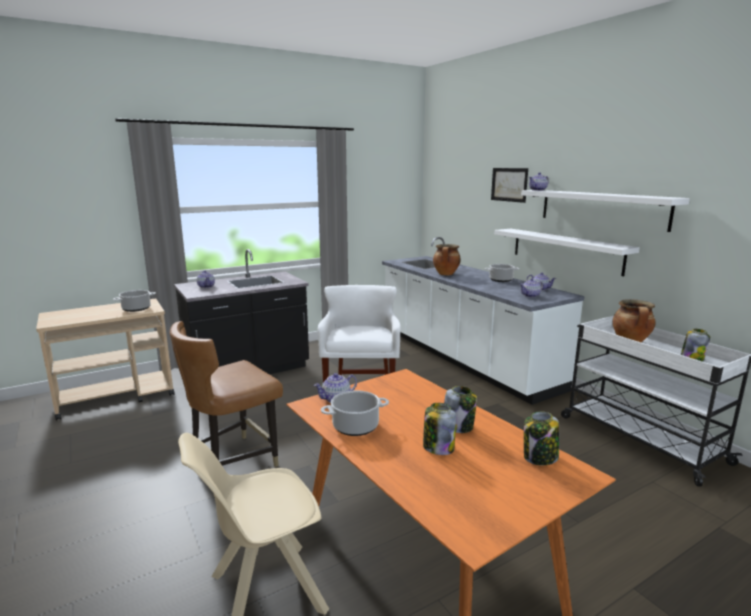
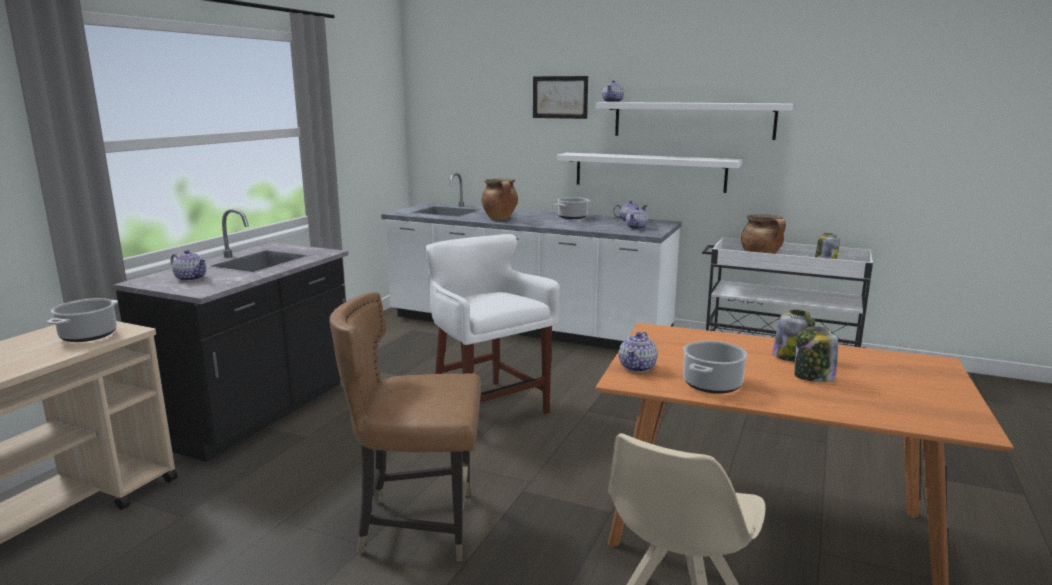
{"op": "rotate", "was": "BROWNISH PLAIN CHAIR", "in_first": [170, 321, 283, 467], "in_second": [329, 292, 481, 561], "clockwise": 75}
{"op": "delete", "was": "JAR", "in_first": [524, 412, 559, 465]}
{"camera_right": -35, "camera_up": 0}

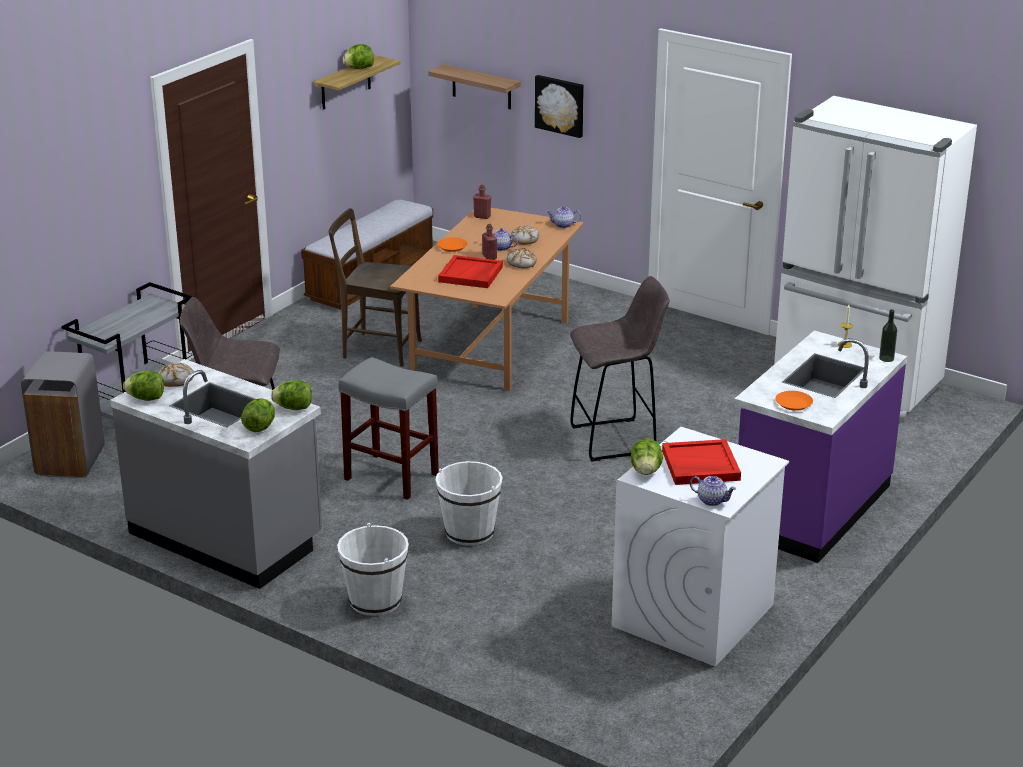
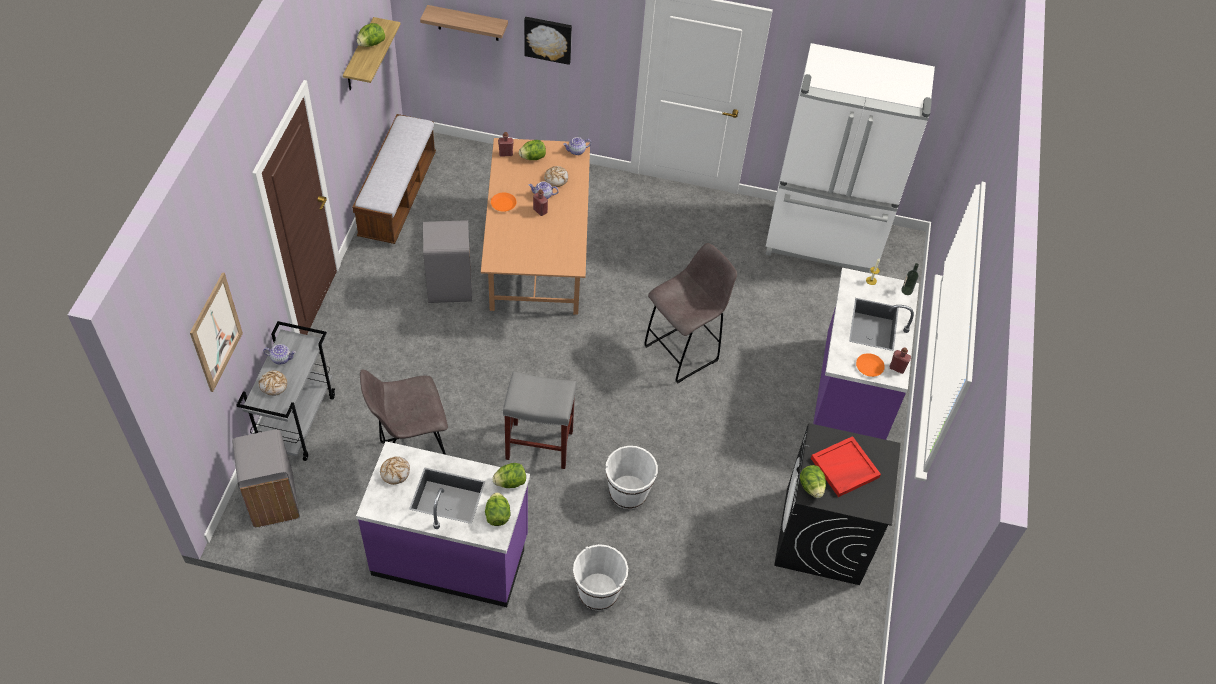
{"op": "insert", "now": "WALL ART", "in_second": [190, 272, 243, 392]}
{"op": "move", "was": "BAKED BREAD", "in_first": [507, 248, 537, 268], "in_second": [259, 370, 287, 396]}
{"op": "move", "was": "POT FOR TEA", "in_first": [690, 476, 736, 506], "in_second": [263, 344, 296, 365]}
{"op": "recolor", "was": "GREYISH COUNTER", "now": "PURPLE-COLOURED COUNTER", "in_first": [110, 359, 322, 589], "in_second": [356, 441, 530, 607]}
{"op": "replace", "was": "BROWNISH PLAIN CHAIR", "now": "GREYISH RUBBISH BIN", "in_first": [329, 208, 422, 367], "in_second": [423, 220, 472, 303]}
{"op": "move", "was": "HEAD OF LETTUCE", "in_first": [123, 371, 164, 401], "in_second": [519, 140, 546, 160]}
{"op": "recolor", "was": "WHITE LAUNDRY APPLIANCE", "now": "BLACK LAUNDRY APPLIANCE", "in_first": [612, 427, 789, 667], "in_second": [774, 423, 901, 585]}
{"op": "insert", "now": "RED BEVERAGE BOTTLE", "in_second": [889, 347, 911, 374]}
{"op": "delete", "was": "RED TRAY", "in_first": [438, 255, 503, 288]}
{"camera_right": -25, "camera_up": 25}

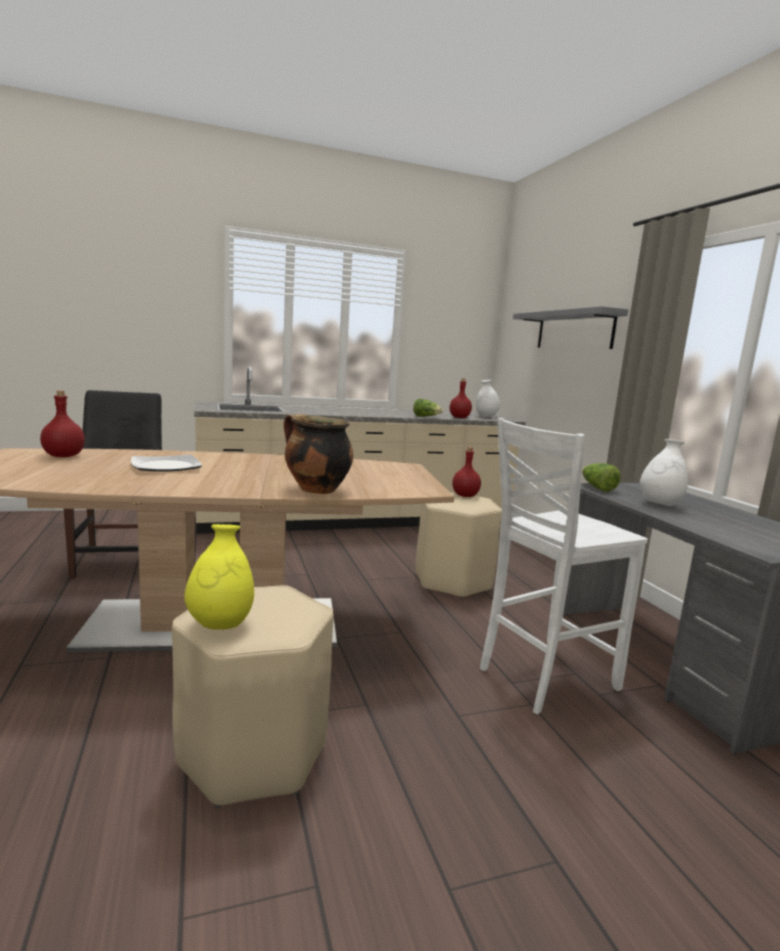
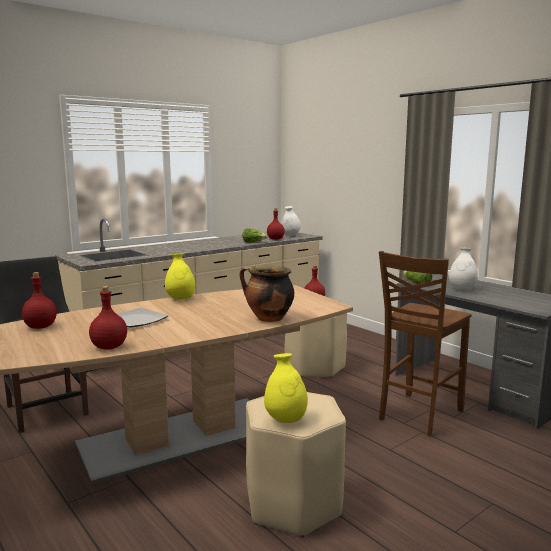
{"op": "insert", "now": "RED BEVERAGE BOTTLE", "in_second": [89, 286, 127, 350]}
{"op": "insert", "now": "YELLOW-COLOURED VASE", "in_second": [165, 253, 195, 300]}
{"op": "recolor", "was": "WHITE PLAIN CHAIR", "now": "BROWNISH PLAIN CHAIR", "in_first": [480, 418, 648, 714], "in_second": [379, 251, 472, 437]}
{"op": "delete", "was": "GREYISH BRACKET SHELF", "in_first": [513, 306, 628, 349]}
{"camera_right": -20, "camera_up": 0}

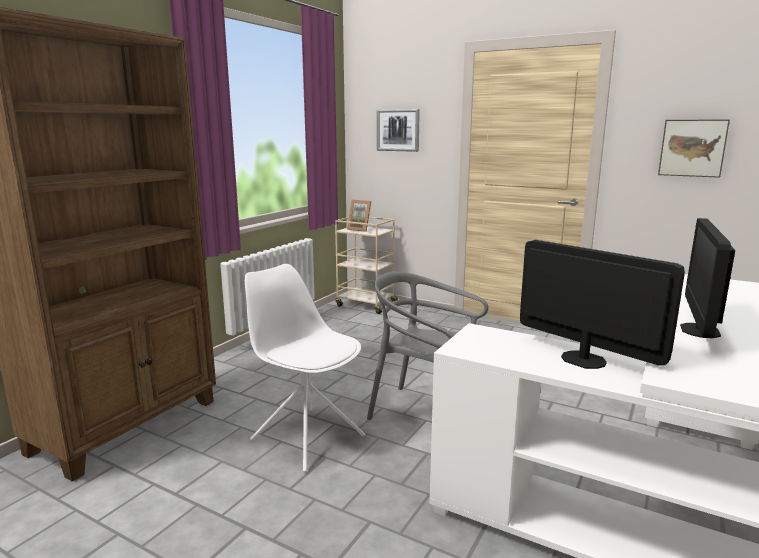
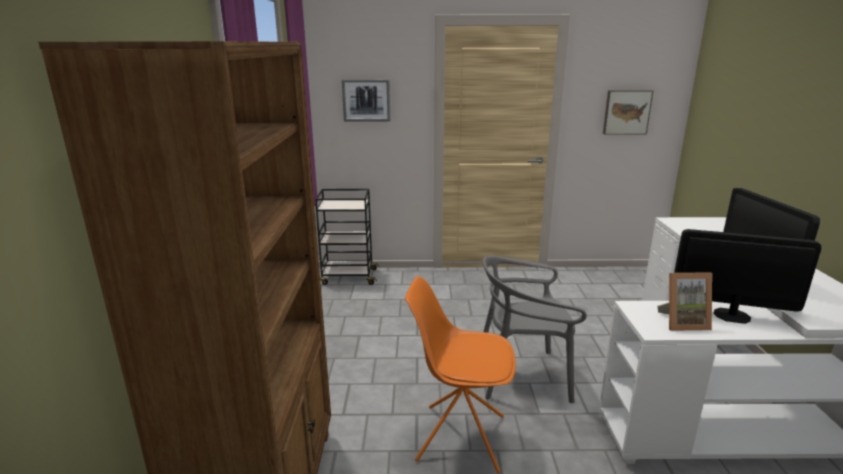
{"op": "recolor", "was": "BEIGE-COLOURED TROLLEY", "now": "BLACK TROLLEY", "in_first": [335, 217, 400, 314], "in_second": [315, 189, 379, 285]}
{"op": "recolor", "was": "WHITE PLAIN CHAIR", "now": "ORANGE PLAIN CHAIR", "in_first": [245, 264, 365, 472], "in_second": [405, 276, 516, 473]}
{"op": "move", "was": "PHOTO FRAME", "in_first": [347, 200, 371, 232], "in_second": [657, 272, 712, 331]}
{"camera_right": -30, "camera_up": 5}

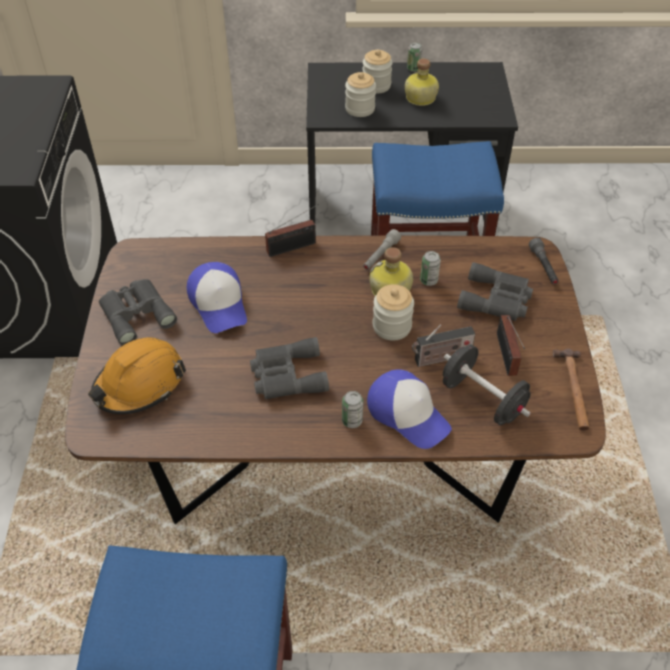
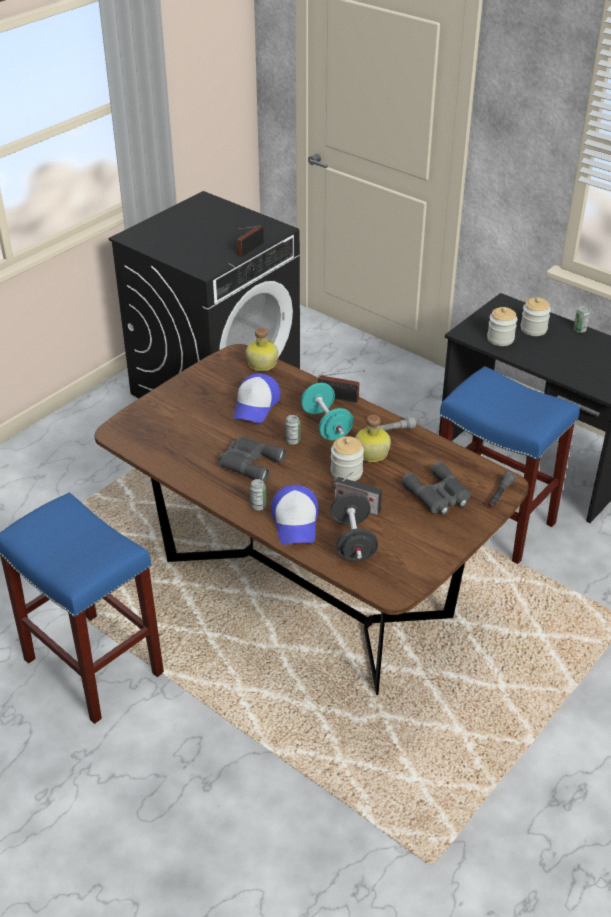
{"op": "move", "was": "RADIO RECEIVER", "in_first": [497, 315, 525, 376], "in_second": [237, 225, 264, 257]}
{"op": "move", "was": "BEVERAGE BOTTLE", "in_first": [405, 59, 439, 106], "in_second": [246, 328, 278, 371]}
{"op": "move", "was": "CAN", "in_first": [420, 251, 441, 286], "in_second": [285, 415, 300, 445]}
{"op": "insert", "now": "BLUE-GREEN DUMBBELL", "in_second": [301, 383, 354, 440]}
{"op": "delete", "was": "ORANGE WORK HELMET", "in_first": [88, 337, 186, 414]}
{"op": "delete", "was": "GREYISH BINOCULARS", "in_first": [99, 279, 177, 346]}
{"op": "delete", "was": "HAMMER", "in_first": [553, 348, 589, 431]}
{"camera_right": 40, "camera_up": -10}

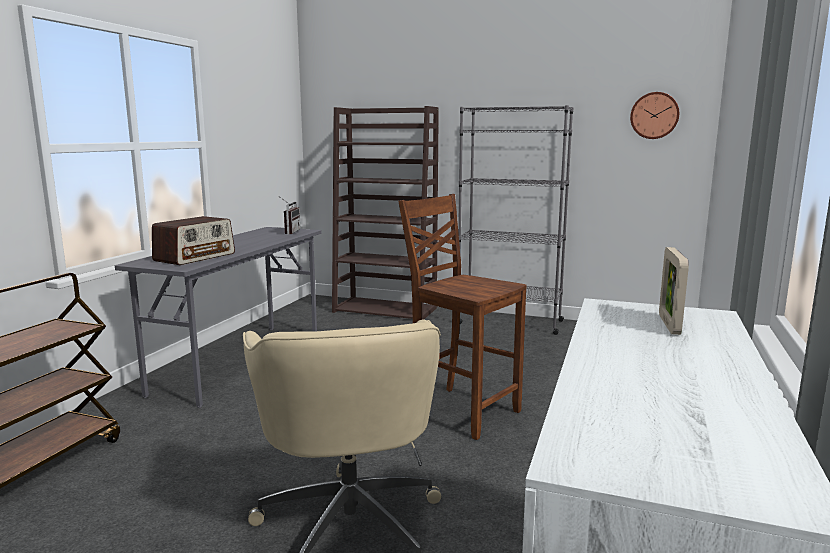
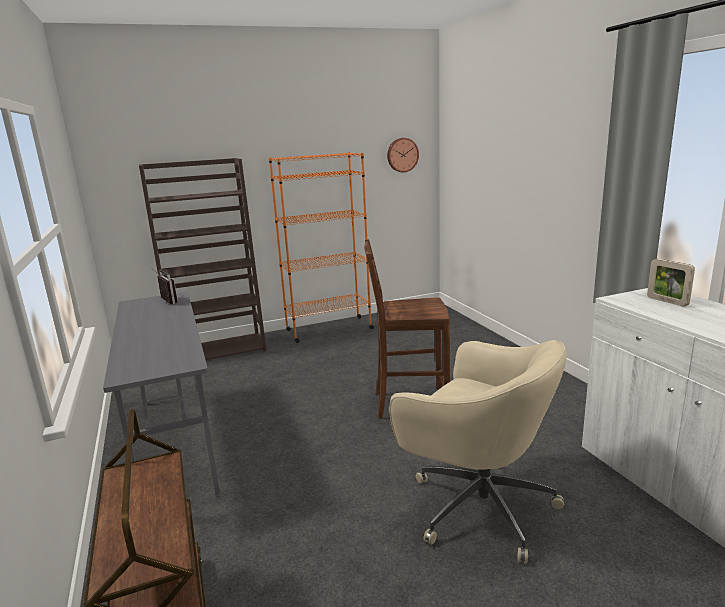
{"op": "recolor", "was": "GREYISH BOOKSHELF", "now": "ORANGE BOOKSHELF", "in_first": [458, 105, 573, 335], "in_second": [269, 152, 374, 343]}
{"op": "delete", "was": "RADIO RECEIVER", "in_first": [152, 216, 235, 265]}
{"camera_right": -40, "camera_up": 5}

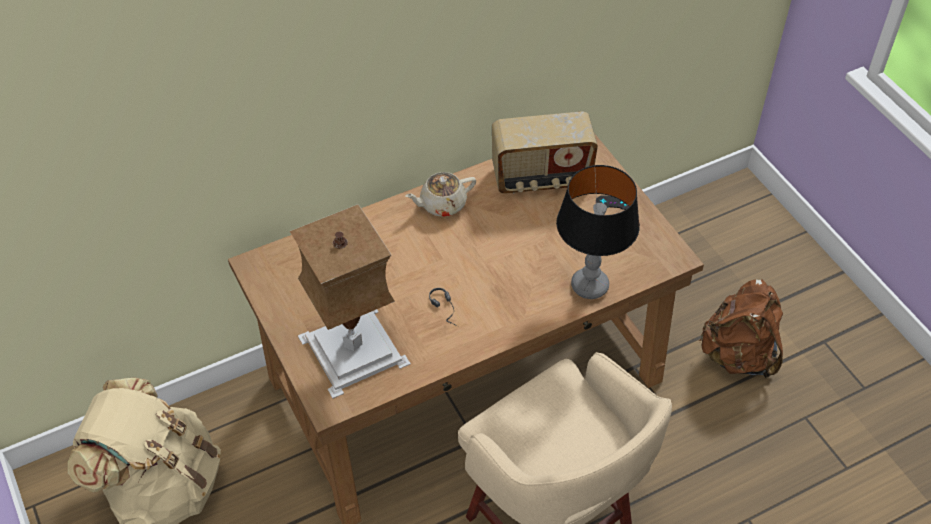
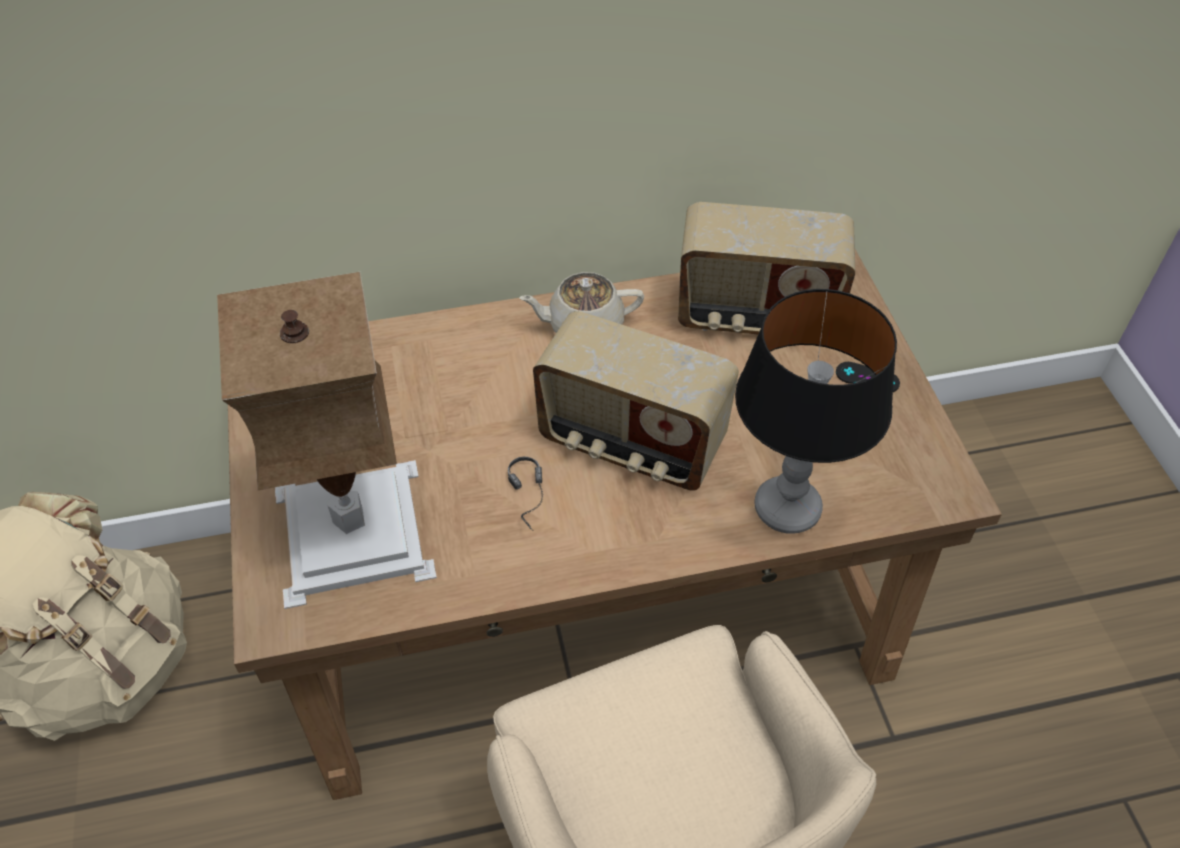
{"op": "insert", "now": "RADIO RECEIVER", "in_second": [533, 311, 739, 491]}
{"op": "delete", "was": "BROWNISH RUCKSACK", "in_first": [699, 279, 783, 378]}
{"camera_right": 15, "camera_up": 0}

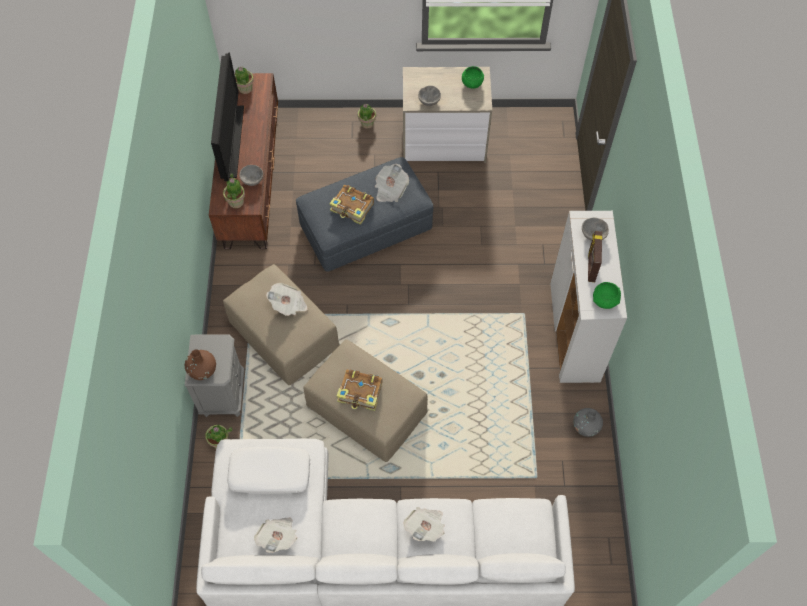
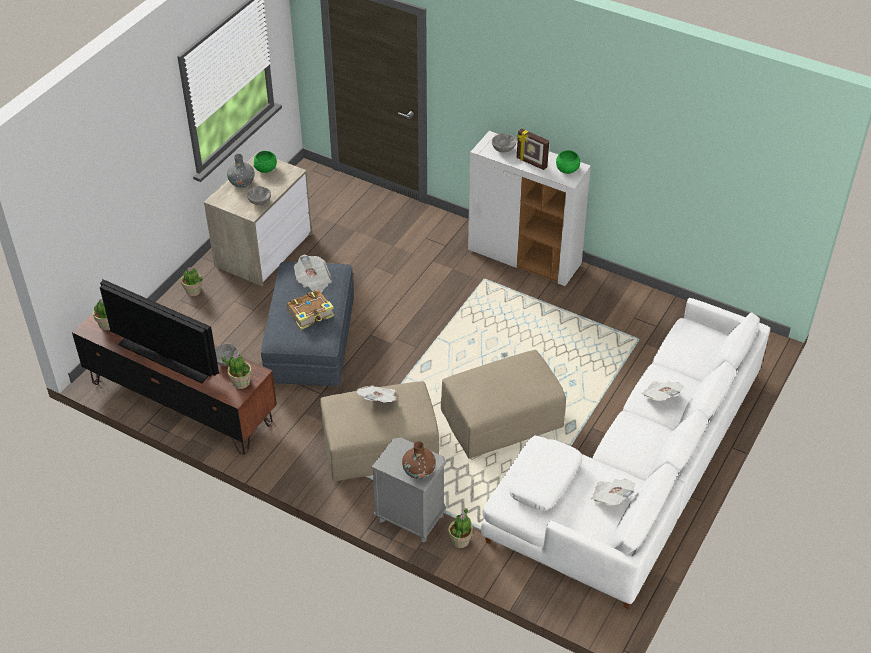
{"op": "move", "was": "GREYISH VASE", "in_first": [573, 408, 603, 437], "in_second": [227, 154, 254, 188]}
{"op": "delete", "was": "BOOK", "in_first": [337, 369, 382, 411]}
{"camera_right": -60, "camera_up": -15}

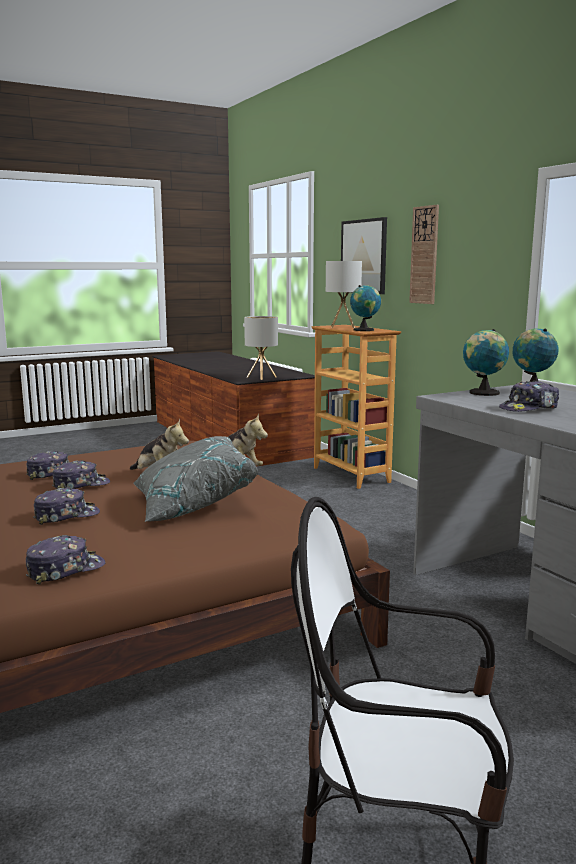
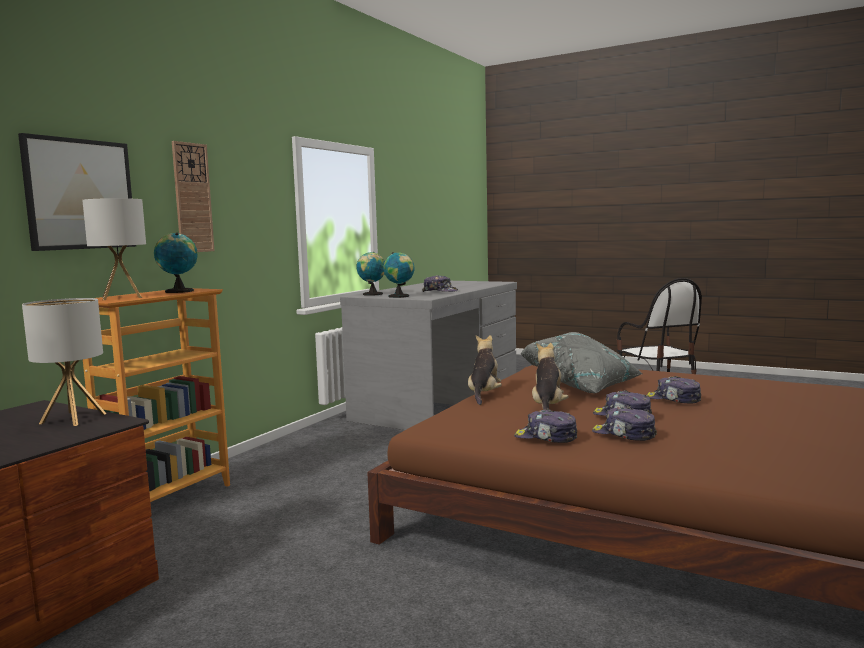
{"op": "move", "was": "BASEBALL CAP", "in_first": [26, 535, 106, 585], "in_second": [514, 409, 577, 443]}
{"camera_right": -120, "camera_up": -5}

